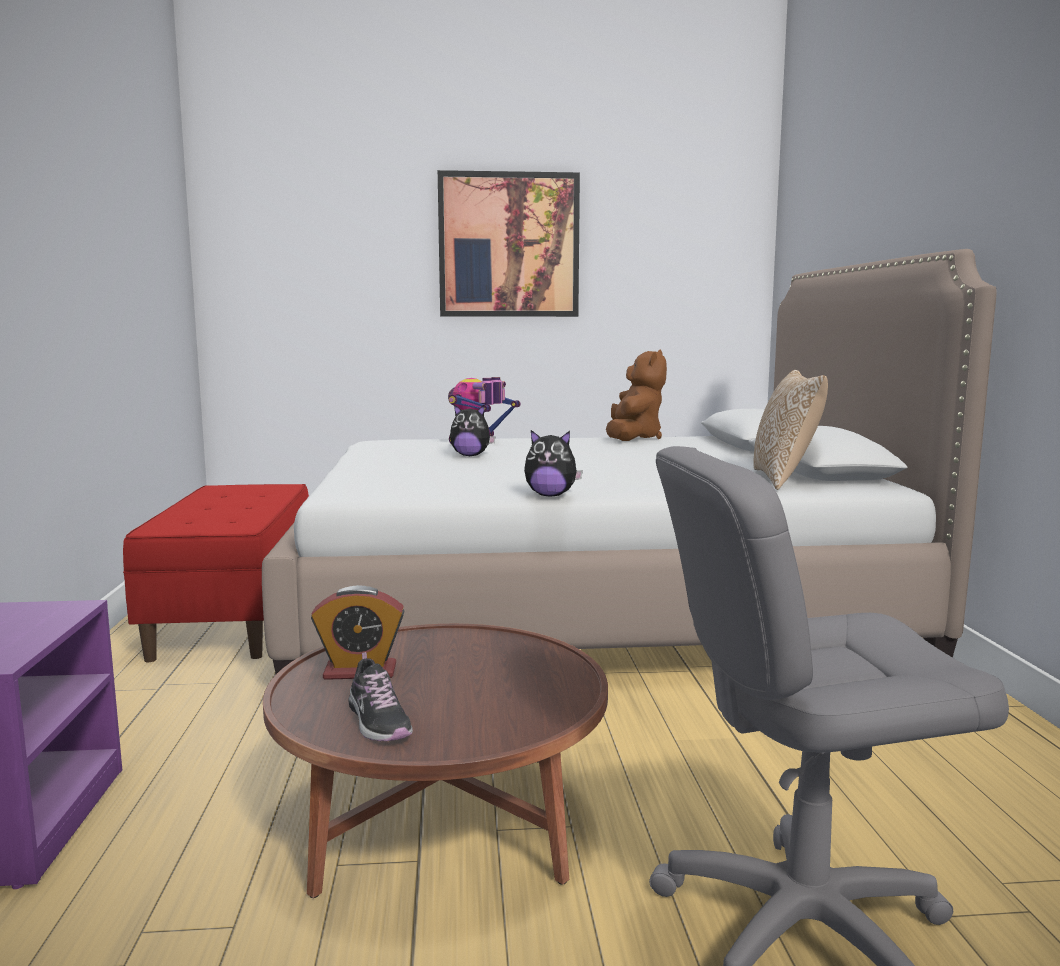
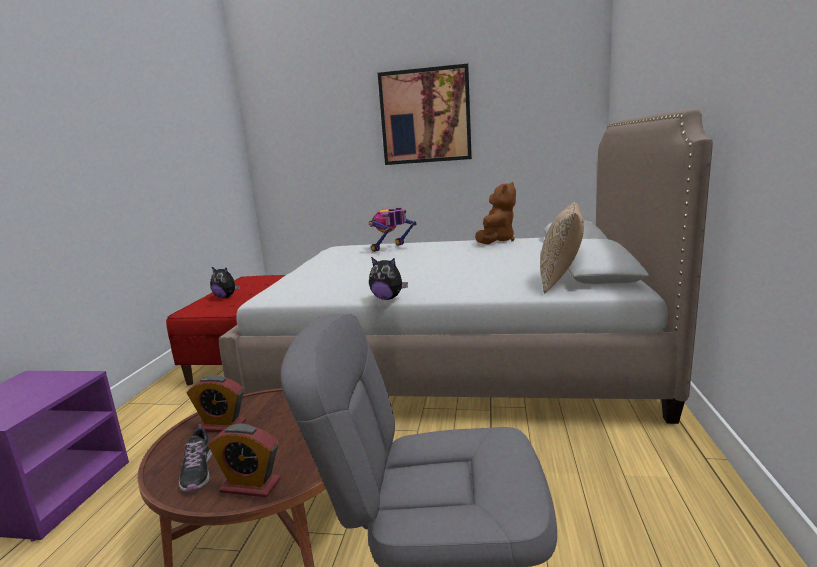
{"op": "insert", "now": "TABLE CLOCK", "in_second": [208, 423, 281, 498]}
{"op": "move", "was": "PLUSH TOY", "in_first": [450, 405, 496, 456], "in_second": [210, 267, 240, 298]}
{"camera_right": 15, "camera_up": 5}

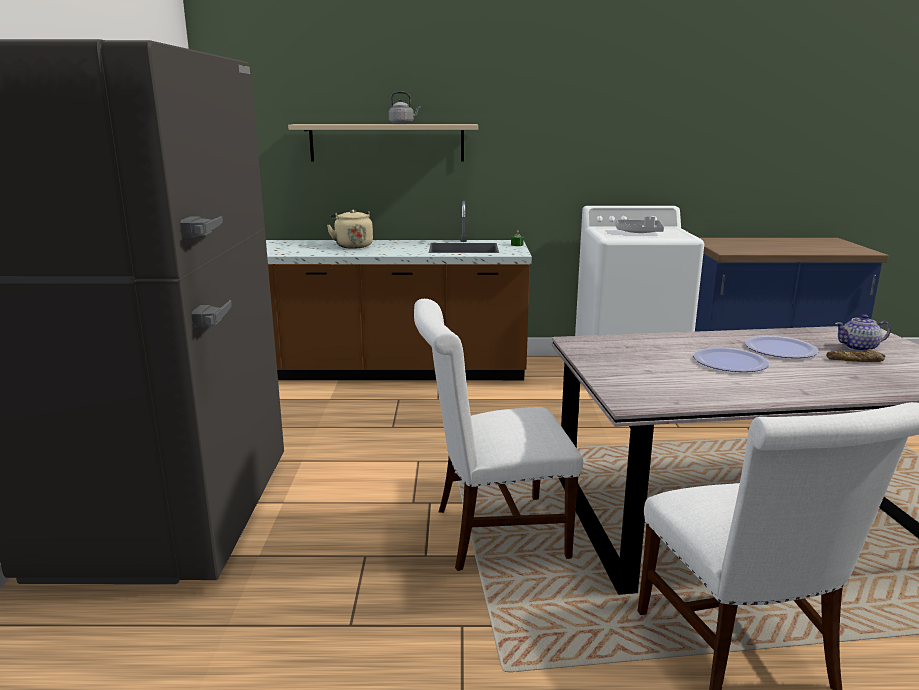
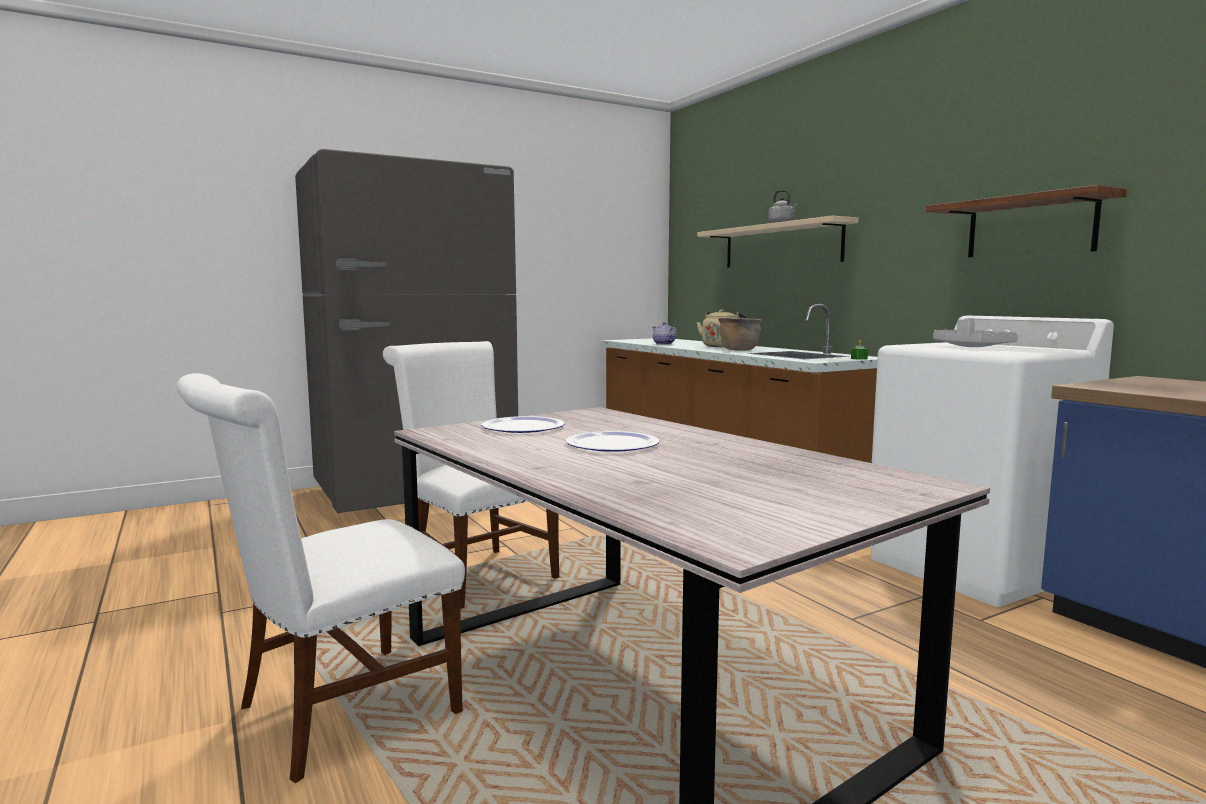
{"op": "move", "was": "FLAT DISH", "in_first": [745, 336, 818, 358], "in_second": [481, 416, 565, 433]}
{"op": "move", "was": "POT FOR TEA", "in_first": [835, 314, 891, 352], "in_second": [652, 322, 677, 345]}
{"op": "insert", "now": "BROWNISH STOCKPOT", "in_second": [718, 318, 762, 351]}
{"op": "insert", "now": "BRACKET SHELF", "in_second": [926, 185, 1127, 257]}
{"op": "delete", "was": "BAKED BREAD", "in_first": [826, 348, 885, 362]}
{"camera_right": 60, "camera_up": -10}

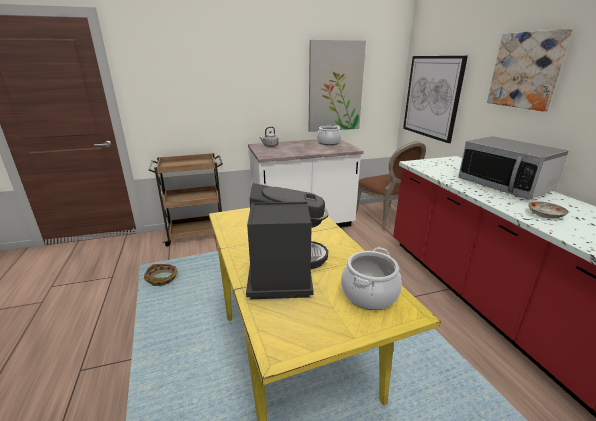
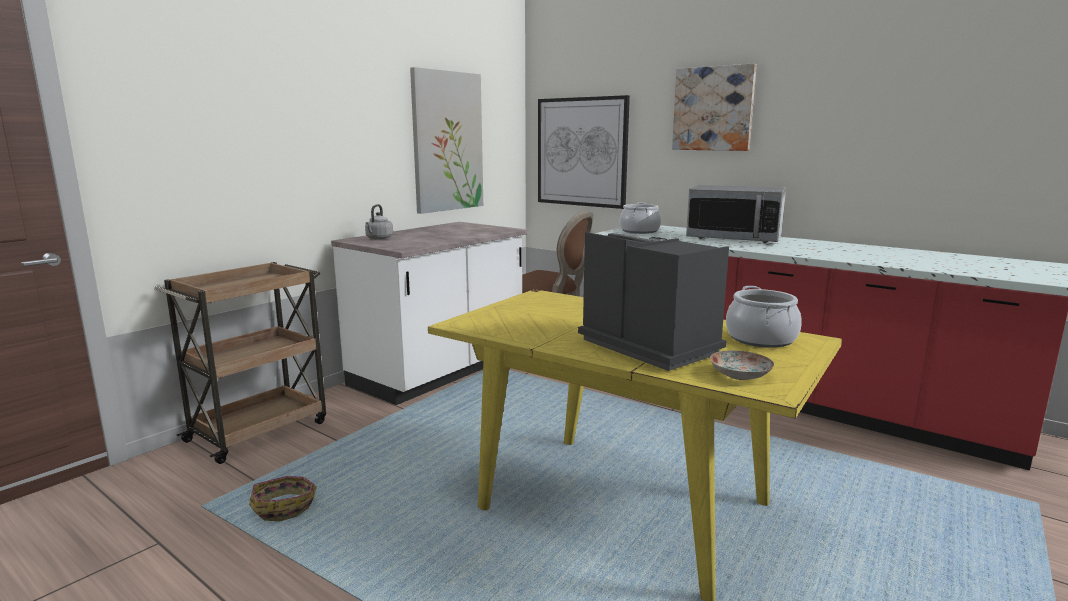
{"op": "move", "was": "STOCKPOT", "in_first": [317, 125, 341, 145], "in_second": [620, 202, 661, 234]}
{"op": "move", "was": "FLAT DISH", "in_first": [528, 201, 568, 219], "in_second": [710, 350, 774, 380]}
{"camera_right": -35, "camera_up": -10}

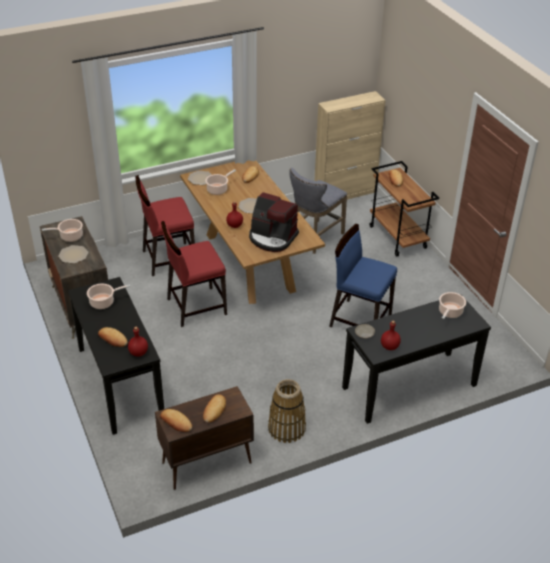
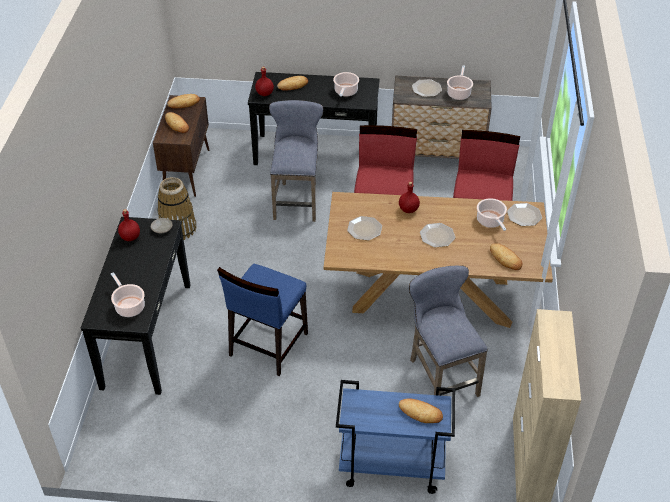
{"op": "rotate", "was": "BLUISH PLAIN CHAIR", "in_first": [329, 224, 397, 328], "in_second": [217, 264, 308, 376], "clockwise": 150}
{"op": "insert", "now": "GREYISH SITTING STOOL", "in_second": [269, 100, 323, 222]}
{"op": "recolor", "was": "BROWNISH TROLLEY", "now": "BLUISH TROLLEY", "in_first": [370, 161, 439, 257], "in_second": [336, 380, 455, 494]}
{"op": "replace", "was": "COFFEE MACHINE", "now": "FLAT DISH", "in_first": [249, 192, 299, 252], "in_second": [347, 216, 382, 240]}
{"camera_right": 120, "camera_up": 5}

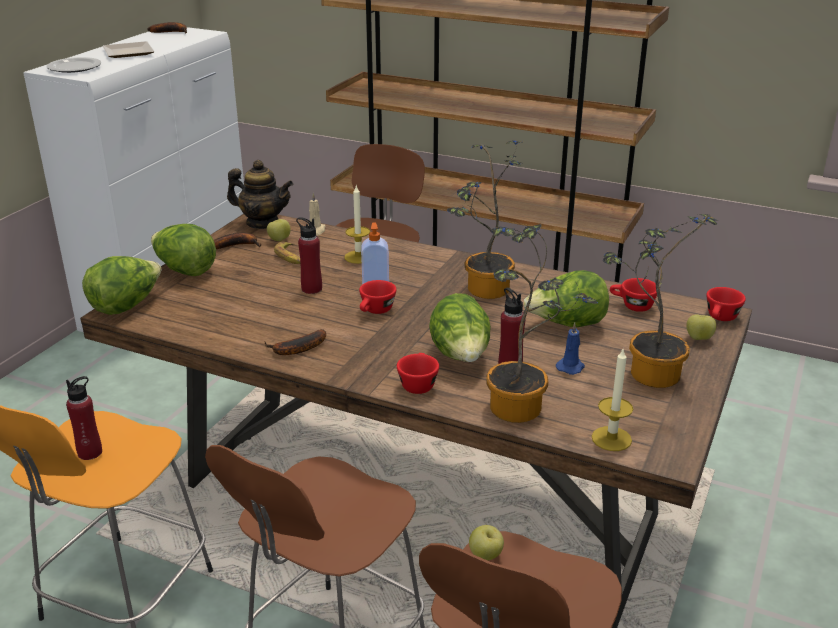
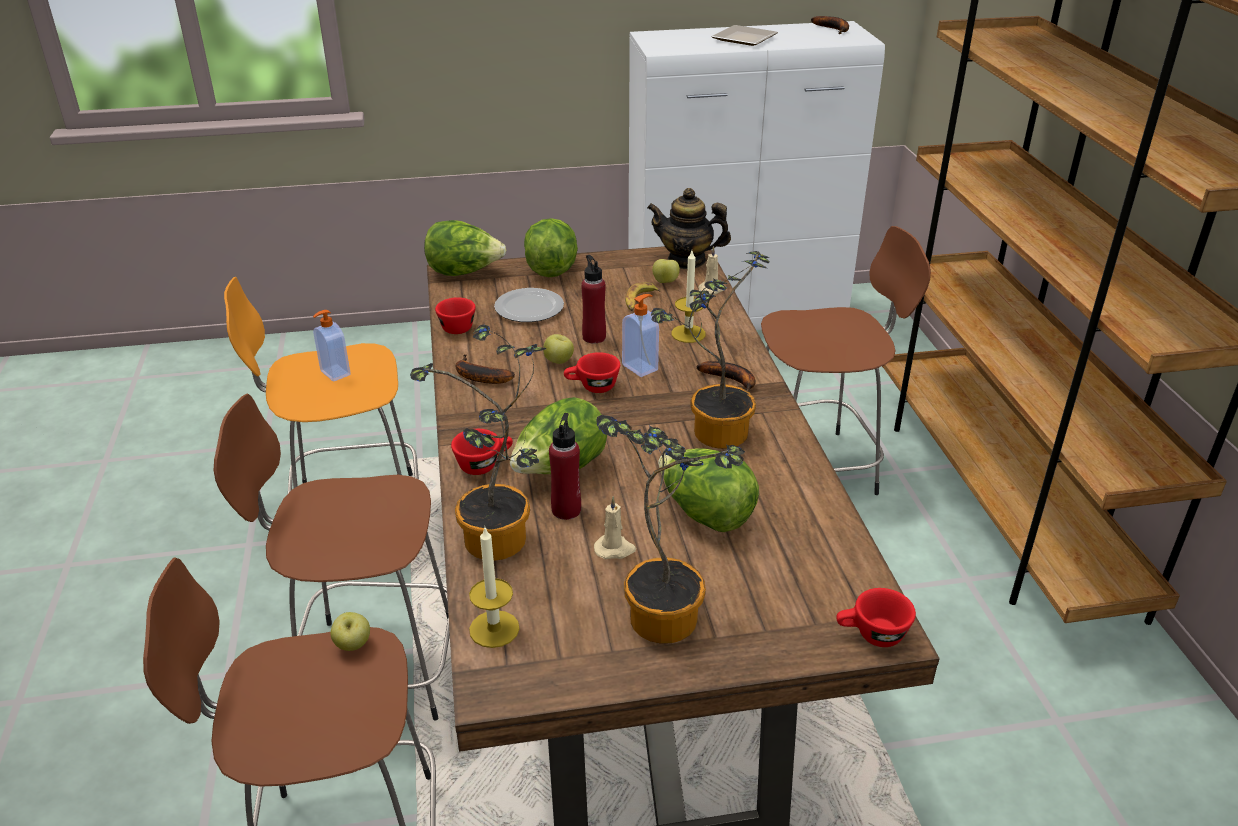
{"op": "replace", "was": "RED BEVERAGE BOTTLE", "now": "LIQUID SOAP BOTTLE", "in_first": [66, 376, 102, 460], "in_second": [313, 310, 351, 382]}
{"op": "move", "was": "RED CUP", "in_first": [610, 278, 657, 312], "in_second": [435, 298, 476, 334]}
{"op": "move", "was": "FLAT DISH", "in_first": [46, 57, 101, 73], "in_second": [494, 288, 564, 322]}
{"op": "move", "was": "APPLE", "in_first": [686, 314, 716, 340], "in_second": [543, 334, 574, 364]}
{"op": "recolor", "was": "BLUISH CANDLE", "now": "BEIGE-COLOURED CANDLE", "in_first": [556, 322, 585, 375], "in_second": [594, 496, 636, 559]}
{"op": "rotate", "was": "POT FOR TEA", "in_first": [227, 160, 293, 229], "in_second": [647, 188, 731, 269], "clockwise": 120}
{"op": "move", "was": "WHOLE BANANA", "in_first": [214, 233, 261, 249], "in_second": [697, 361, 756, 392]}
{"camera_right": 55, "camera_up": 5}

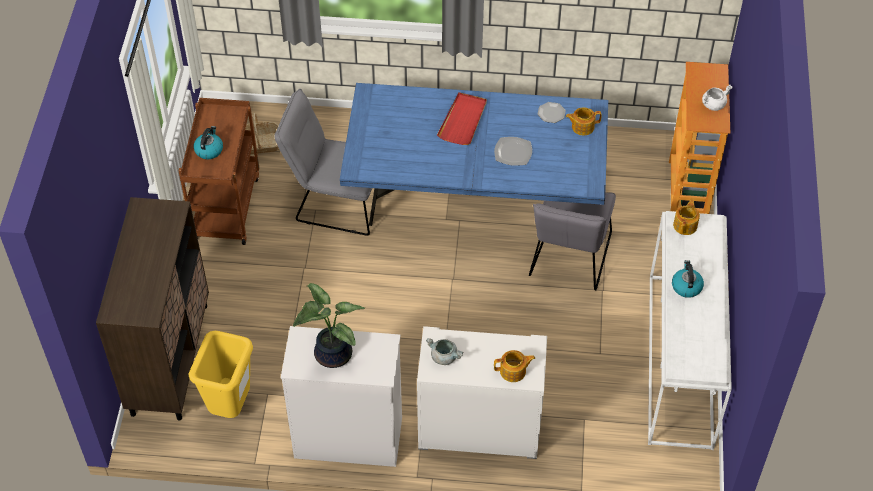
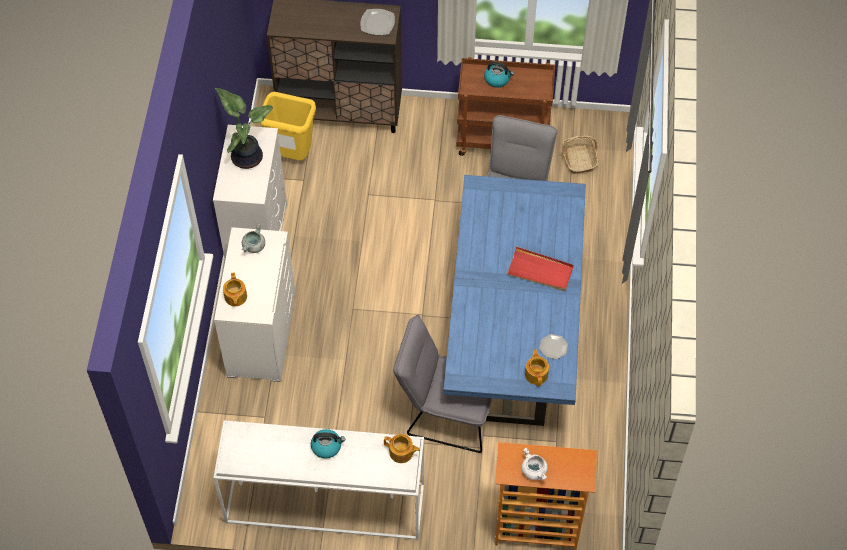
{"op": "move", "was": "FLAT DISH", "in_first": [494, 137, 532, 166], "in_second": [360, 9, 395, 35]}
{"camera_right": 90, "camera_up": 5}

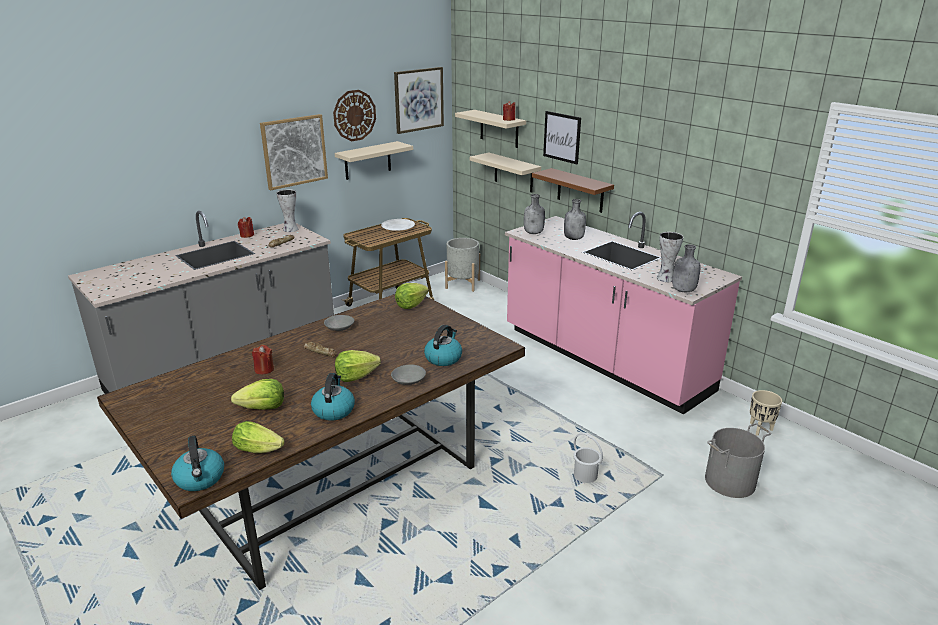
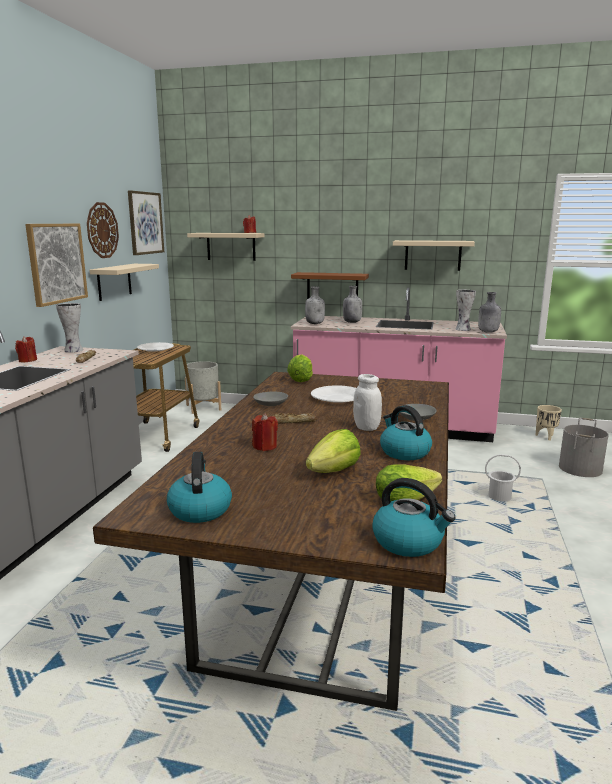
{"op": "move", "was": "TEA KETTLE", "in_first": [424, 325, 462, 366], "in_second": [167, 452, 232, 523]}
{"op": "insert", "now": "WHITE FLAT DISH", "in_second": [311, 385, 356, 403]}
{"op": "replace", "was": "HEAD OF LETTUCE", "now": "WHITE JAR", "in_first": [335, 350, 381, 382], "in_second": [353, 374, 382, 431]}
{"op": "move", "was": "BEIGE-COLOURED BRACKET SHELF", "in_first": [470, 153, 541, 193], "in_second": [393, 240, 475, 271]}
{"op": "delete", "was": "WALL ART", "in_first": [543, 111, 581, 164]}
{"camera_right": -35, "camera_up": -10}

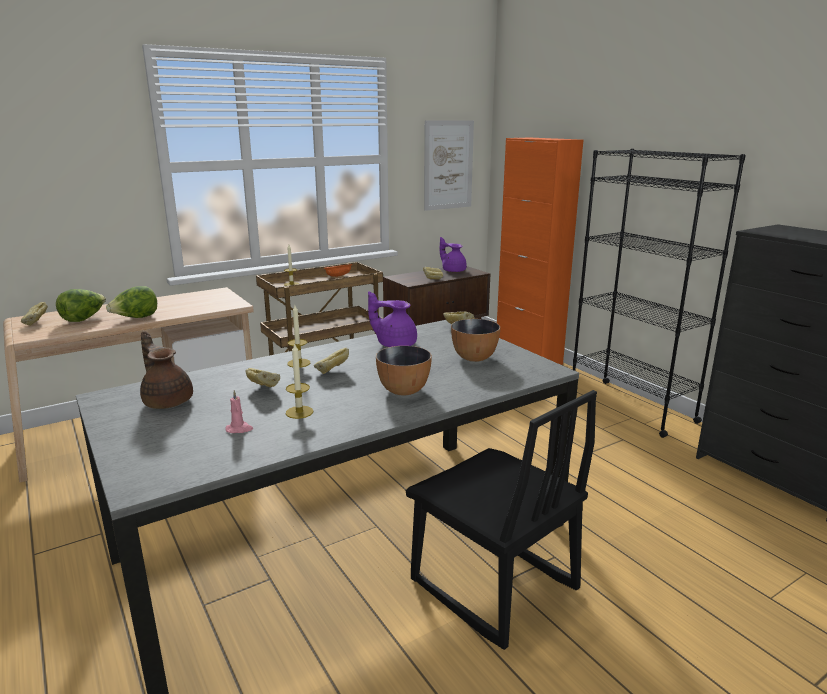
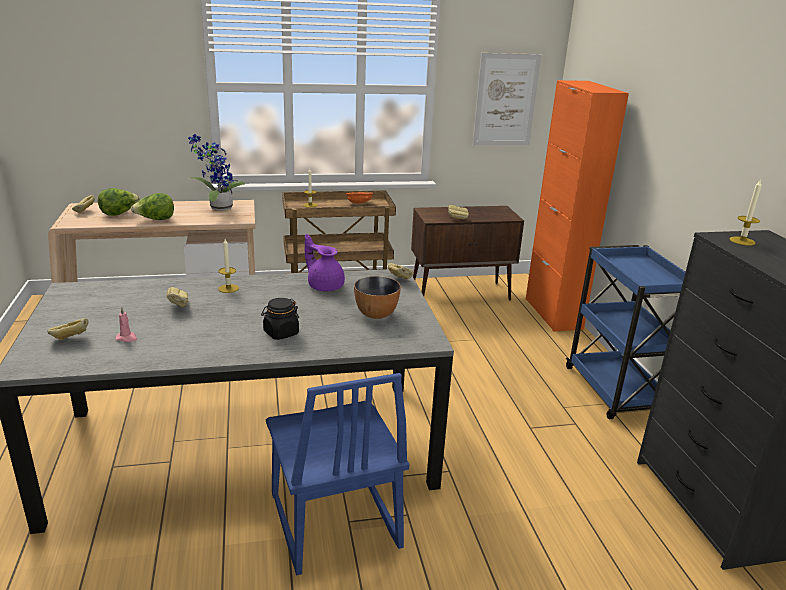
{"op": "move", "was": "BAKED BREAD", "in_first": [314, 348, 349, 374], "in_second": [47, 318, 88, 340]}
{"op": "insert", "now": "HOUSEPLANT", "in_second": [188, 134, 245, 211]}
{"op": "replace", "was": "SERVING BOWL", "now": "BLACK JAR", "in_first": [376, 346, 432, 395], "in_second": [261, 298, 299, 340]}
{"op": "recolor", "was": "BLACK PLAIN CHAIR", "now": "BLUISH PLAIN CHAIR", "in_first": [406, 390, 597, 650], "in_second": [266, 373, 409, 576]}
{"op": "replace", "was": "BLACK BOOKSHELF", "now": "BLUISH TROLLEY", "in_first": [573, 149, 746, 438], "in_second": [566, 245, 685, 419]}
{"op": "move", "was": "CANDLE", "in_first": [286, 343, 313, 419], "in_second": [730, 180, 762, 246]}
{"op": "delete", "was": "BROWNISH POT FOR TEA", "in_first": [140, 331, 193, 409]}
{"op": "delete", "was": "PURPLE-COLOURED POT FOR TEA", "in_first": [440, 237, 467, 272]}
{"camera_right": 20, "camera_up": 5}

